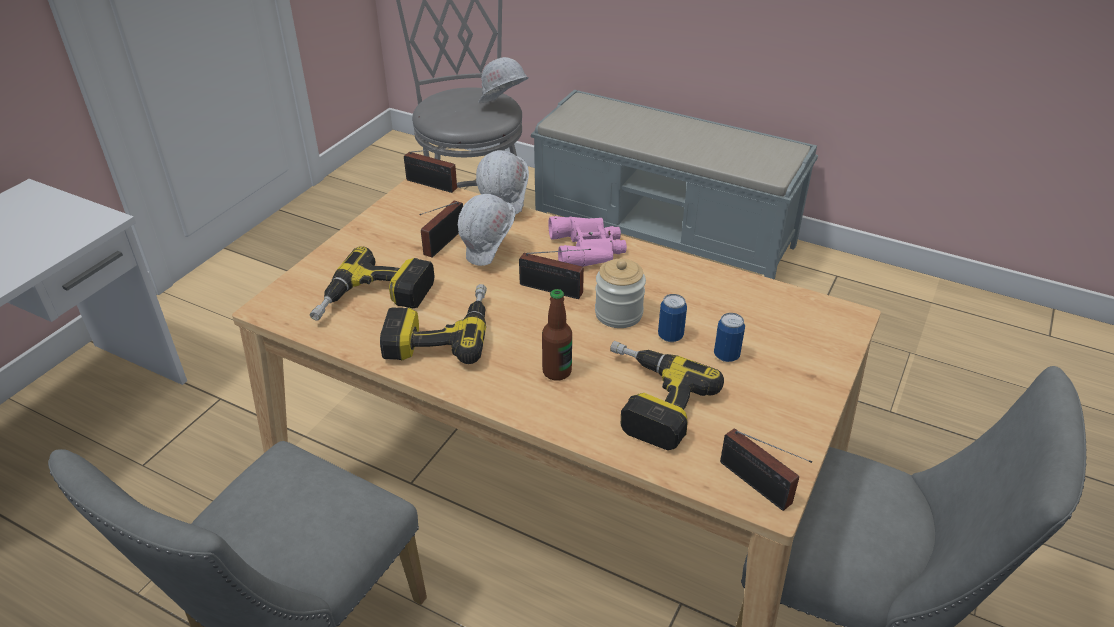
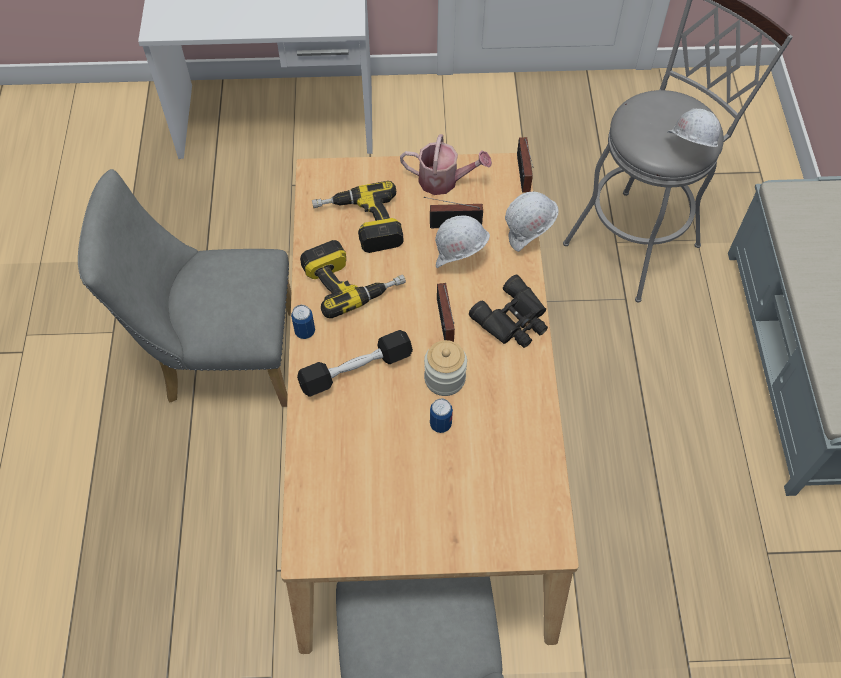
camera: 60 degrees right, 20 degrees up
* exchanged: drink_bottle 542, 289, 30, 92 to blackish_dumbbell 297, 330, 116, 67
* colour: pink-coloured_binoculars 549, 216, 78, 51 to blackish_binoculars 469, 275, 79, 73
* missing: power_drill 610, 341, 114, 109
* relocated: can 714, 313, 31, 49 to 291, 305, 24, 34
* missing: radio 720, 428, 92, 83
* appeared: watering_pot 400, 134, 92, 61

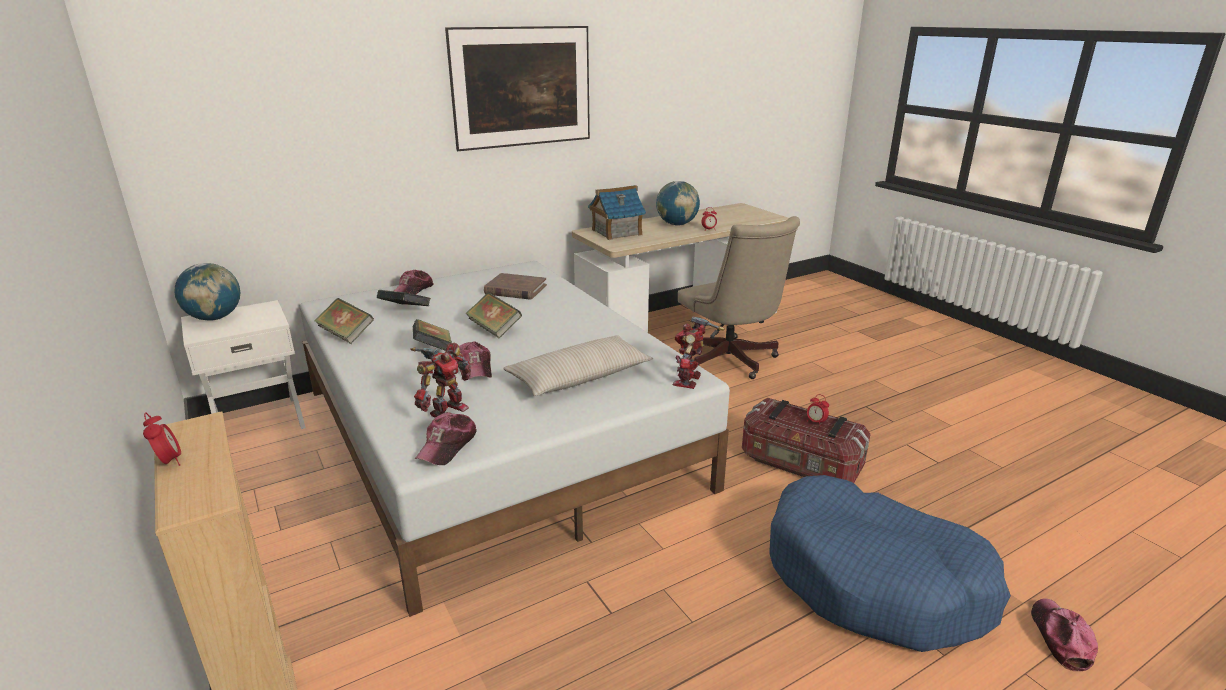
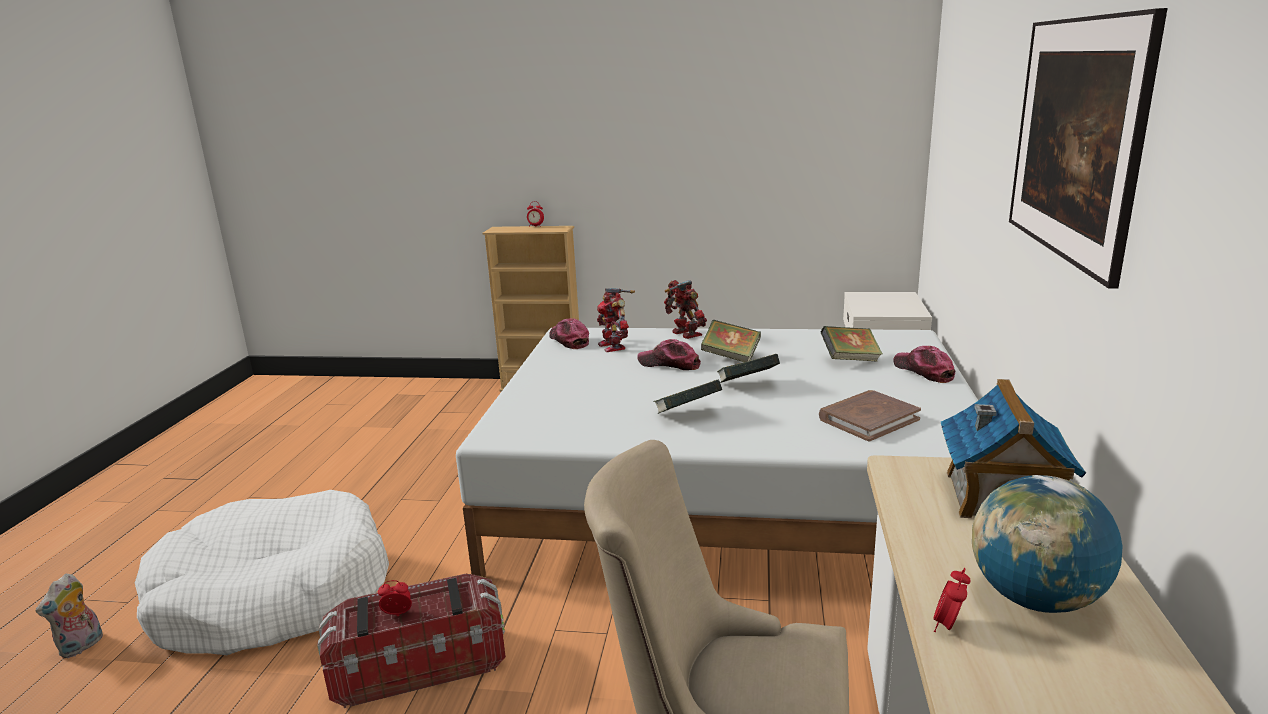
camera: 130 degrees right, 5 degrees down
* missing: world_globe 174, 263, 66, 58
* relocated: bound_book 314, 298, 60, 46 to 653, 379, 69, 35
* missing: sand-coloured_pillow 503, 335, 150, 61
* relocated: model_robot 673, 316, 52, 73 to 664, 280, 43, 59
* colour: blue-coloured_pet_bed 769, 475, 242, 177 to white-coloured_pet_bed 135, 490, 254, 165
* exchanged: peaked_cap 1031, 598, 67, 73 to cuddly_toy 36, 574, 67, 84

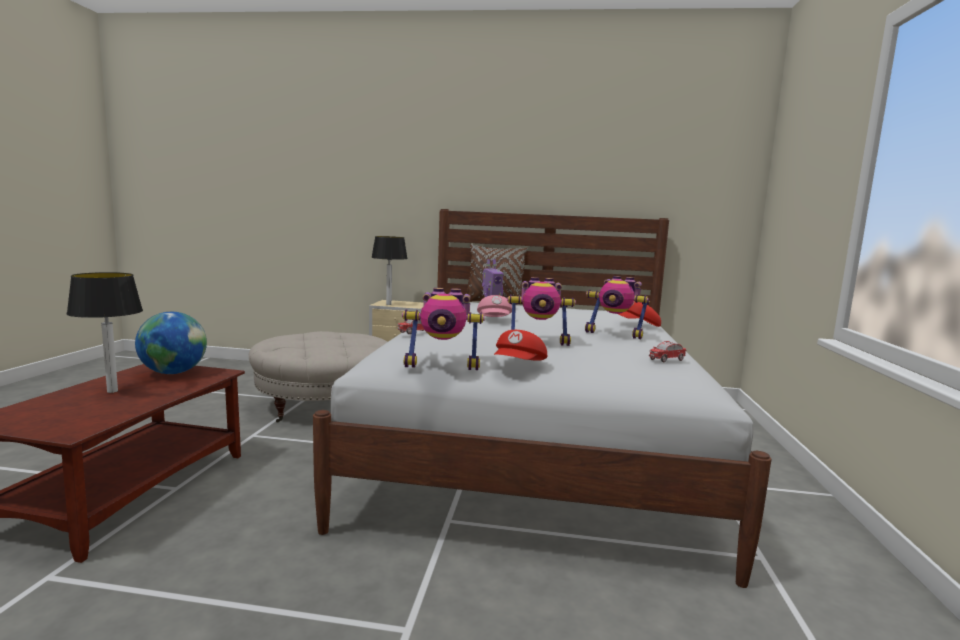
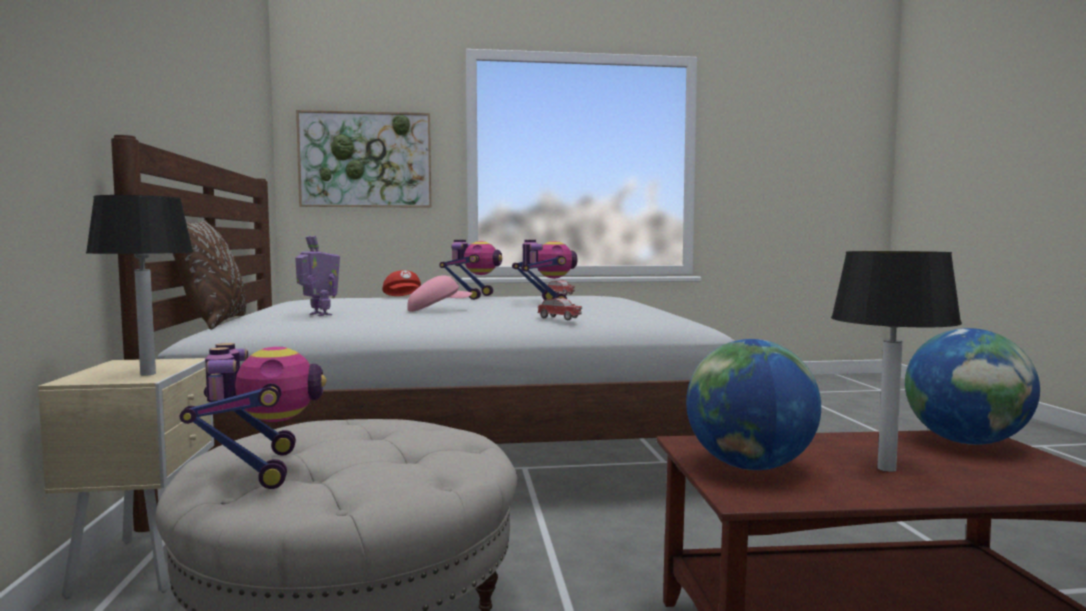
camera: 105 degrees left, 5 degrees down
* relocated: model_robot 402, 288, 83, 82 to 179, 343, 147, 146
* missing: red-coloured_peaked_cap 494, 330, 53, 31
* appeared: wall_art 296, 110, 135, 98
* appeared: world_globe 905, 328, 135, 117

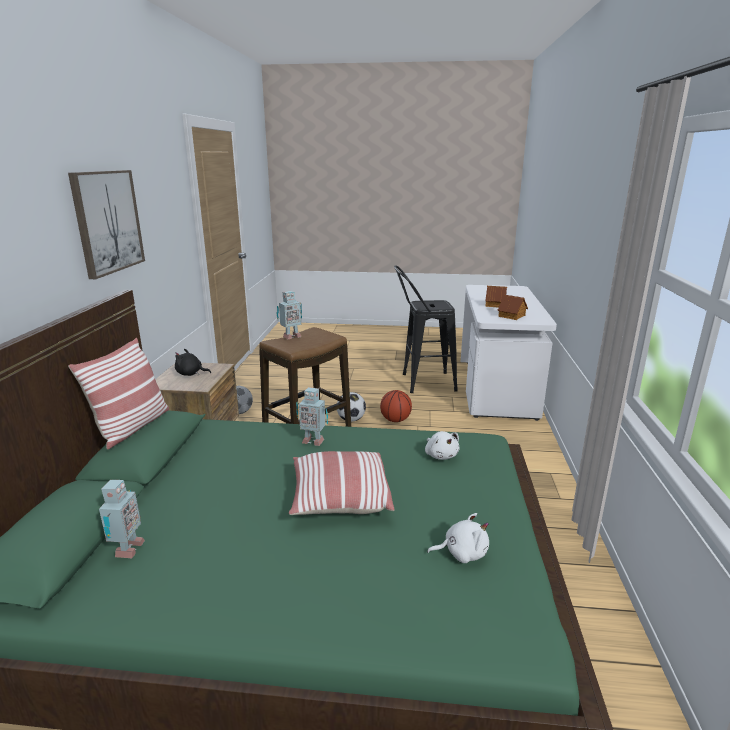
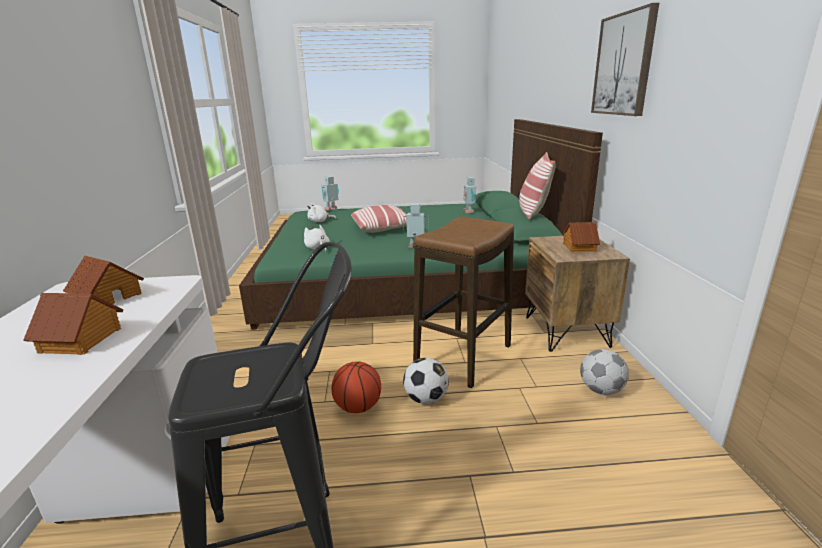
camera: 170 degrees right, 0 degrees up
* exchanged: blackish_cuddly_toy 175, 349, 36, 27 to model_house 562, 222, 38, 30
* relocated: model_robot 276, 291, 26, 48 to 322, 176, 17, 34

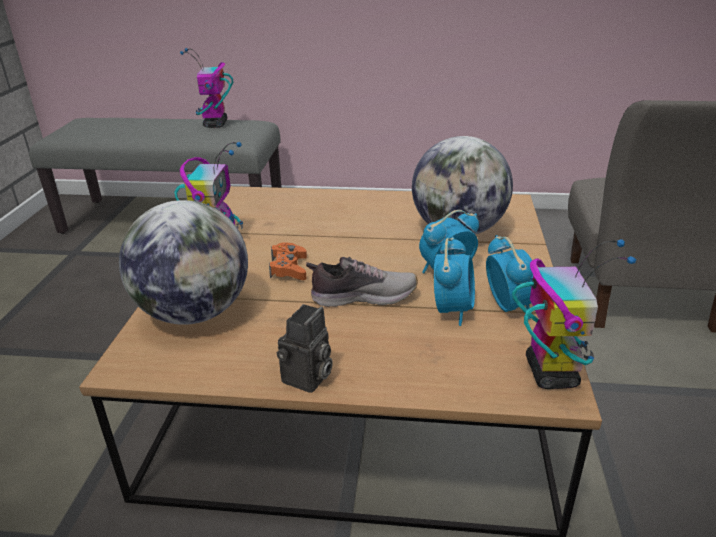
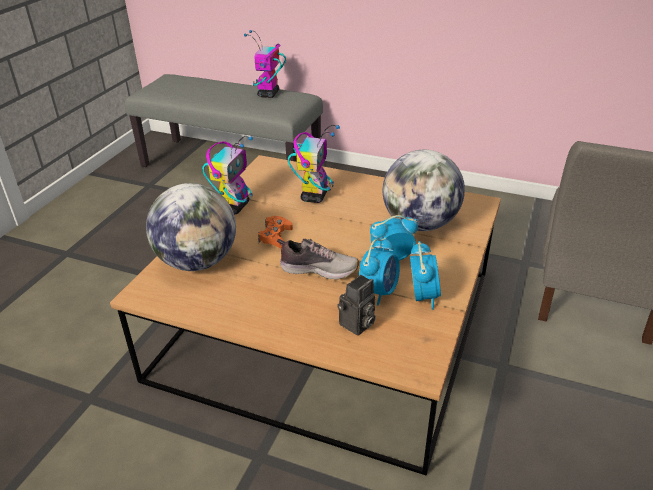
camera: 15 degrees right, 5 degrees up
* relocated: still_camera 277, 304, 56, 89 to 337, 275, 39, 60
* relocated: model_robot 512, 239, 124, 150 to 288, 125, 52, 78

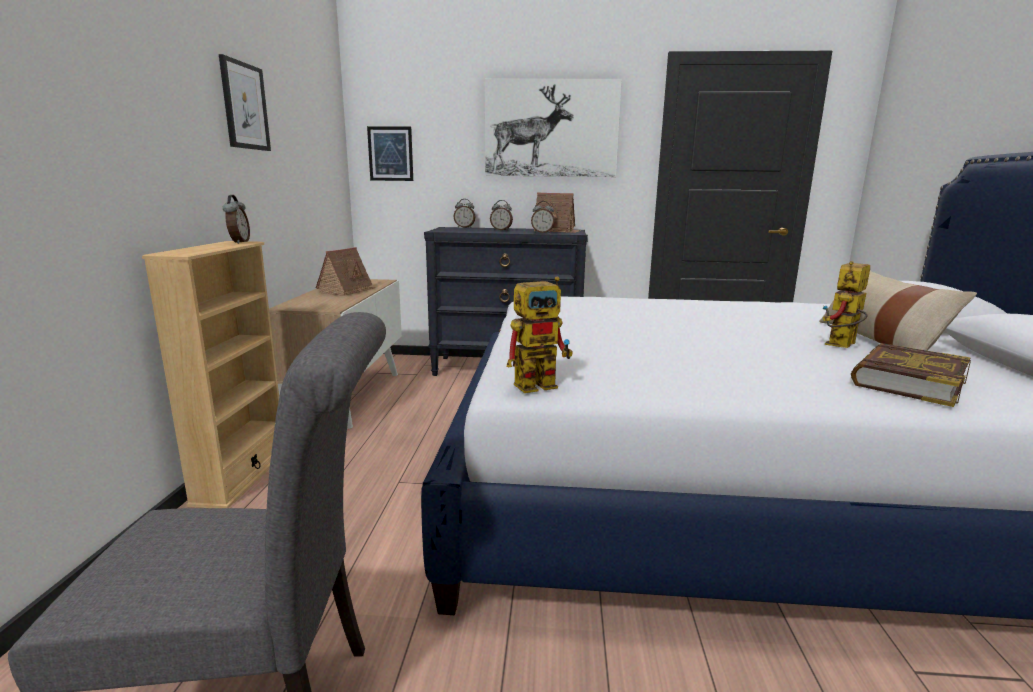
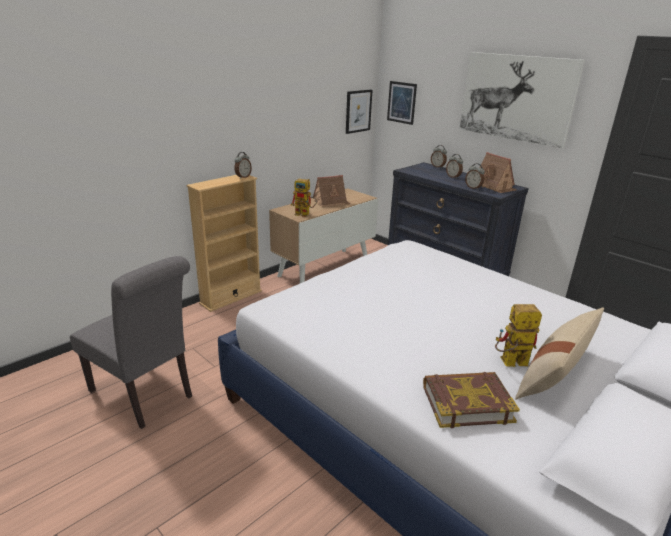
camera: 40 degrees right, 10 degrees up
* relocated: wall_art 219, 54, 52, 97 to 346, 89, 26, 45
* relocated: model_robot 507, 277, 66, 116 to 291, 179, 26, 38

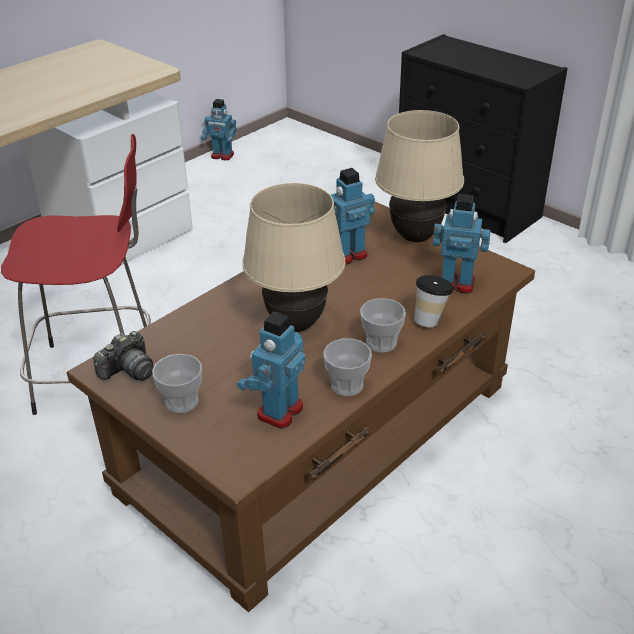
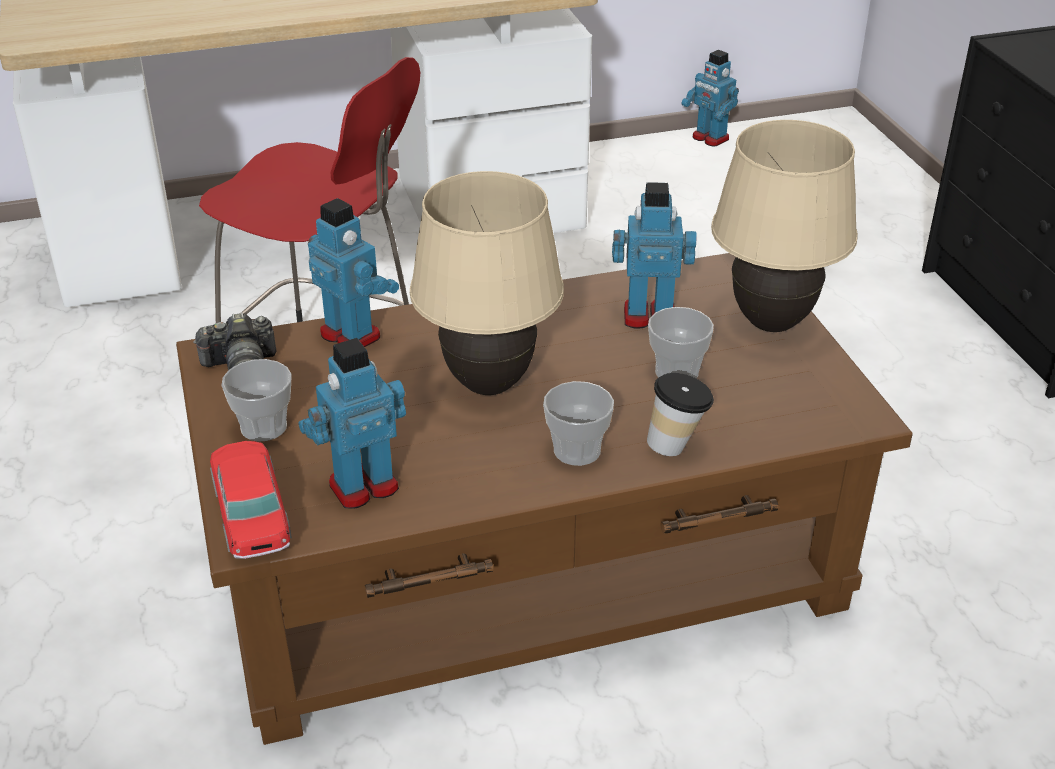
camera: 30 degrees right, 0 degrees up
* relocated: small_cup 323, 338, 49, 58 to 648, 307, 66, 71
* relocated: model_robot 433, 194, 58, 100 to 308, 198, 91, 149
* appeared: toy_car 210, 441, 82, 118

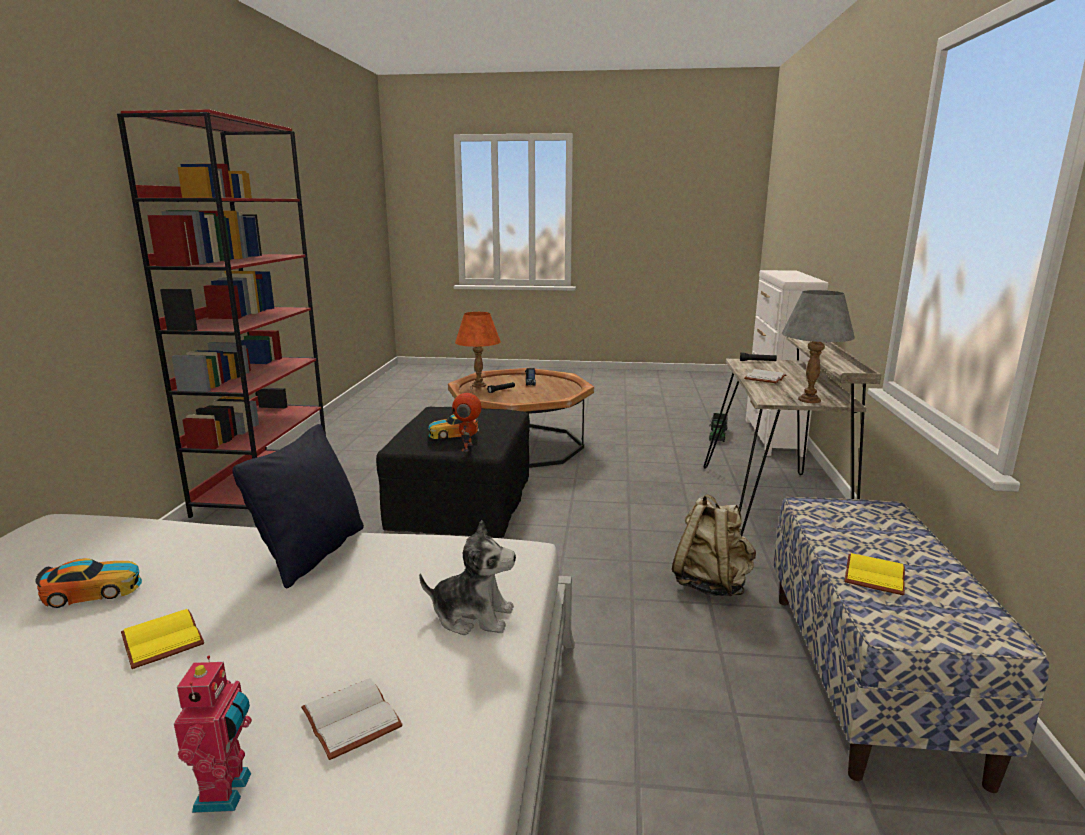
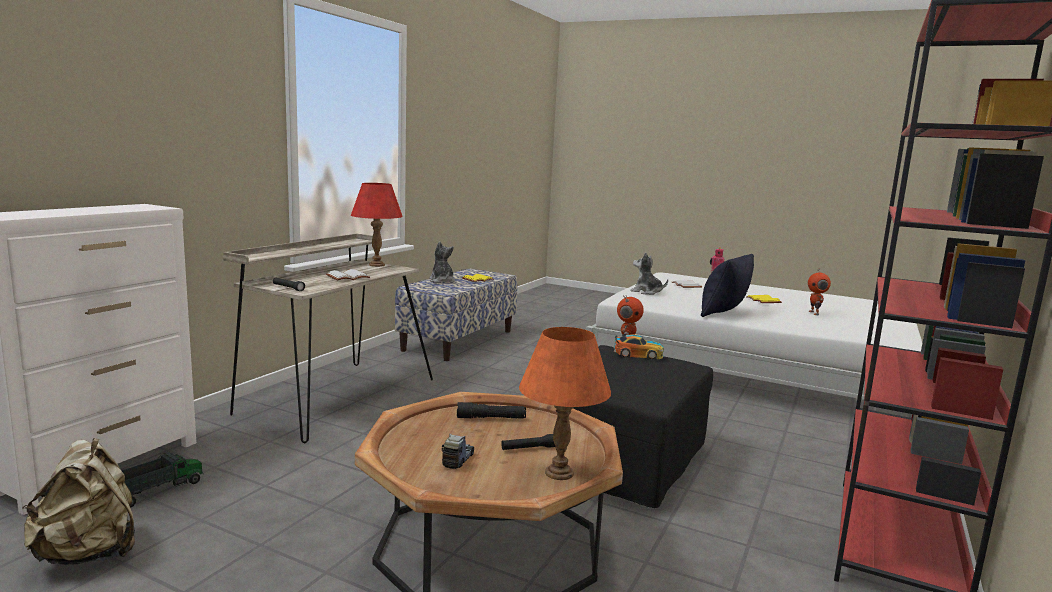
camera: 160 degrees left, 5 degrees down
* exchanged: toy_car 35, 558, 107, 50 to model_robot 808, 268, 23, 47
* relocated: sand-coloured_backpack 672, 494, 84, 102 to 22, 438, 113, 127
* colour: greyish_table_lamp 782, 290, 73, 113 to red-coloured_table_lamp 351, 183, 52, 84
* appeared: cuddly_toy 430, 241, 25, 42
* appeared: blackish_torch 457, 402, 69, 17

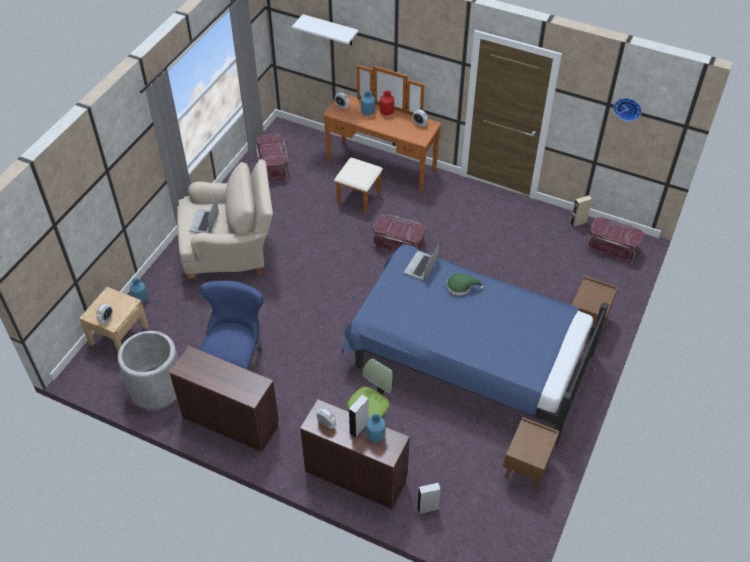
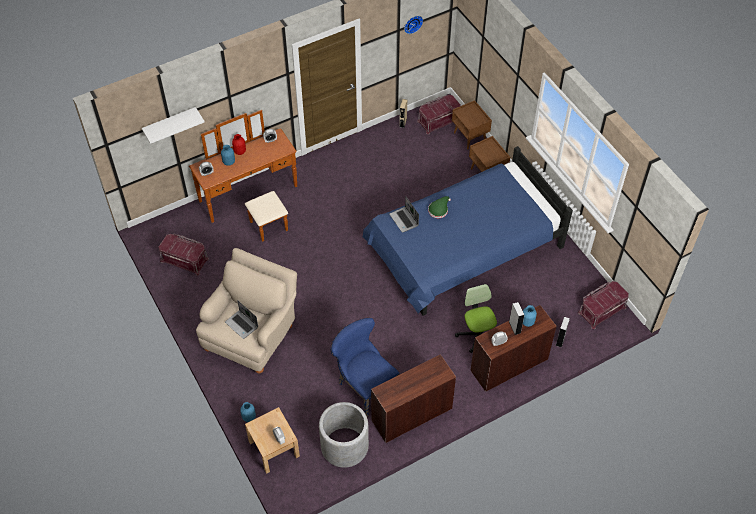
camera: 55 degrees left, 5 degrees up
* relocated: red-coloured_storage_bin 371, 214, 56, 38 to 578, 281, 51, 48
* relocated: brown-coloured_bedside_table 503, 417, 56, 73 to 452, 100, 40, 50

